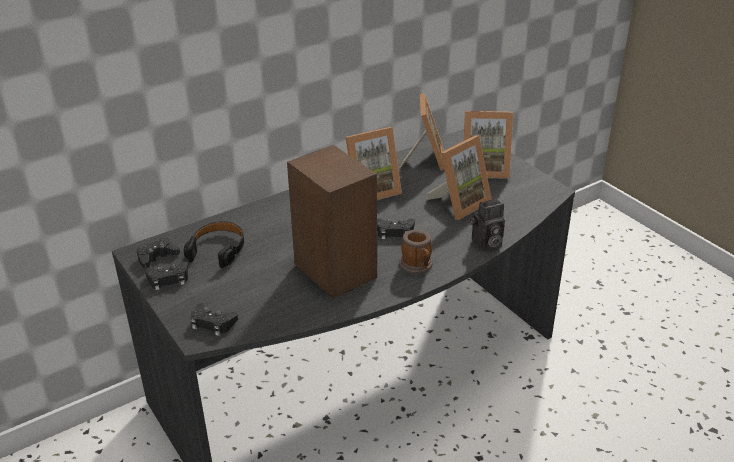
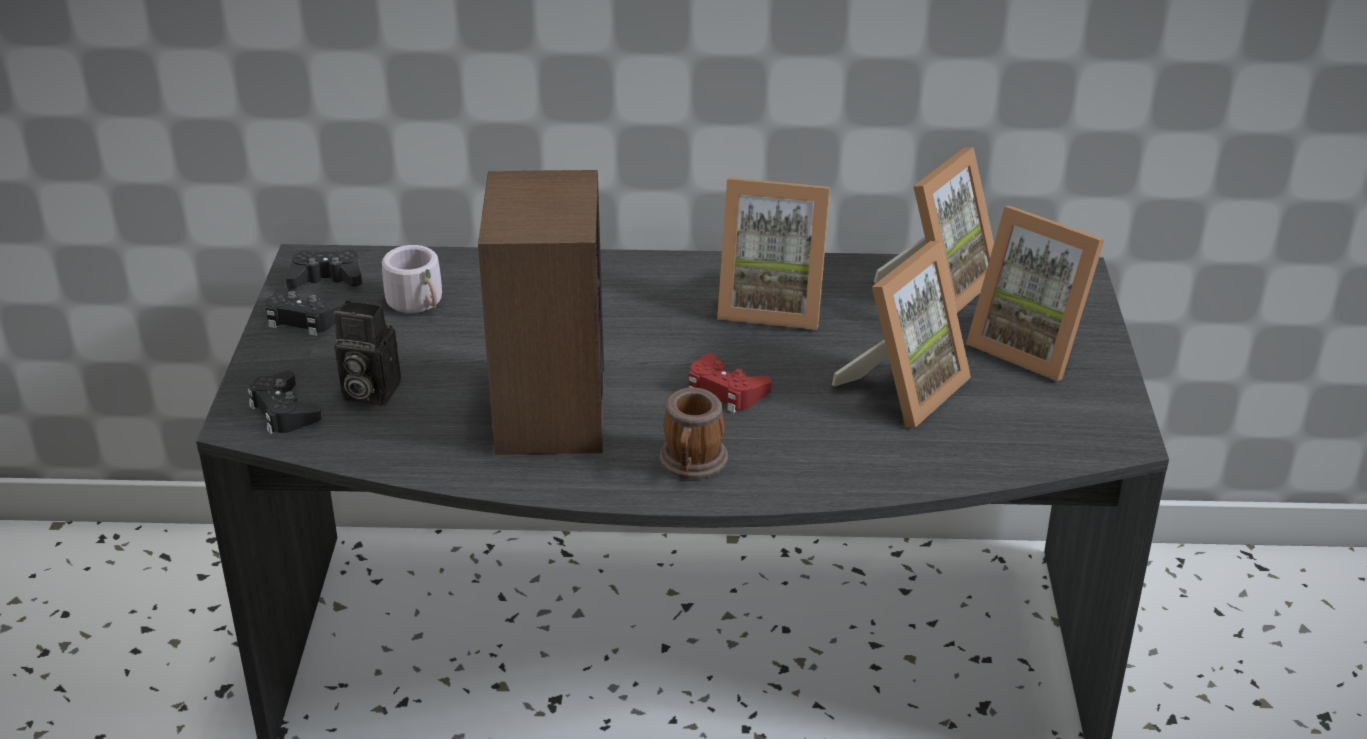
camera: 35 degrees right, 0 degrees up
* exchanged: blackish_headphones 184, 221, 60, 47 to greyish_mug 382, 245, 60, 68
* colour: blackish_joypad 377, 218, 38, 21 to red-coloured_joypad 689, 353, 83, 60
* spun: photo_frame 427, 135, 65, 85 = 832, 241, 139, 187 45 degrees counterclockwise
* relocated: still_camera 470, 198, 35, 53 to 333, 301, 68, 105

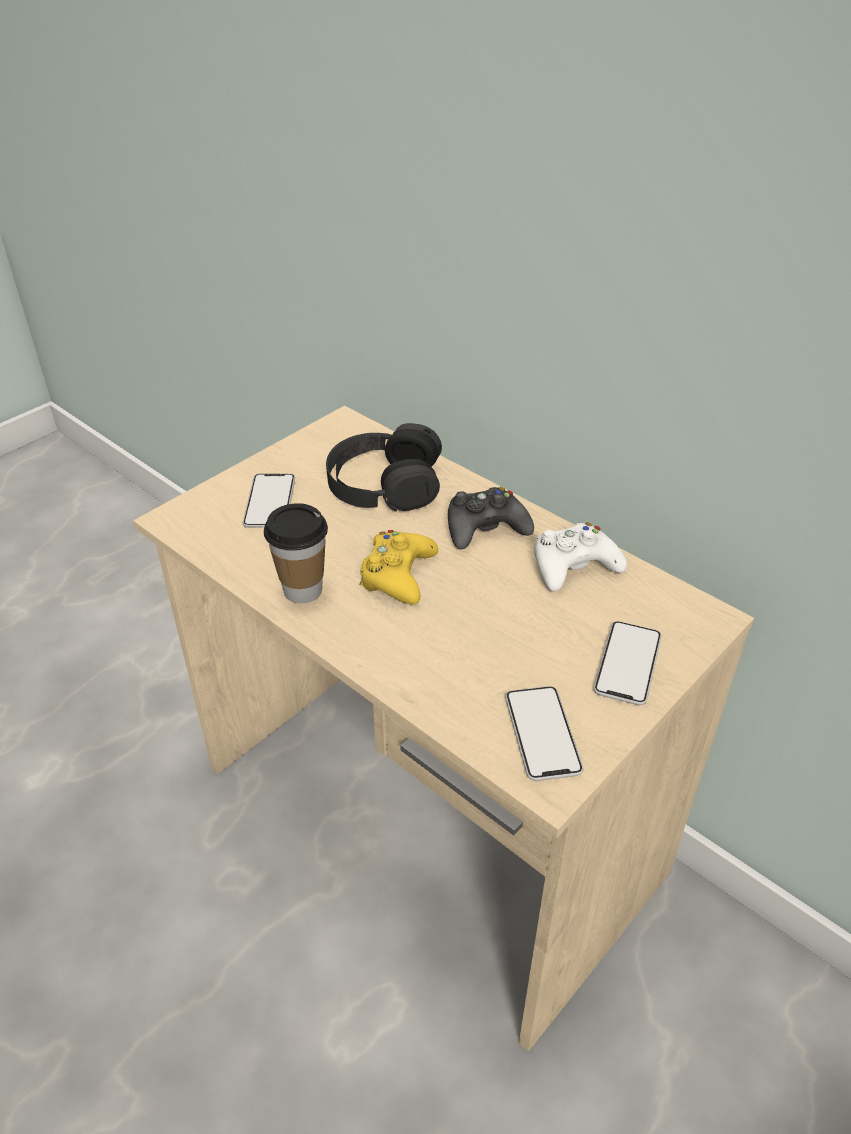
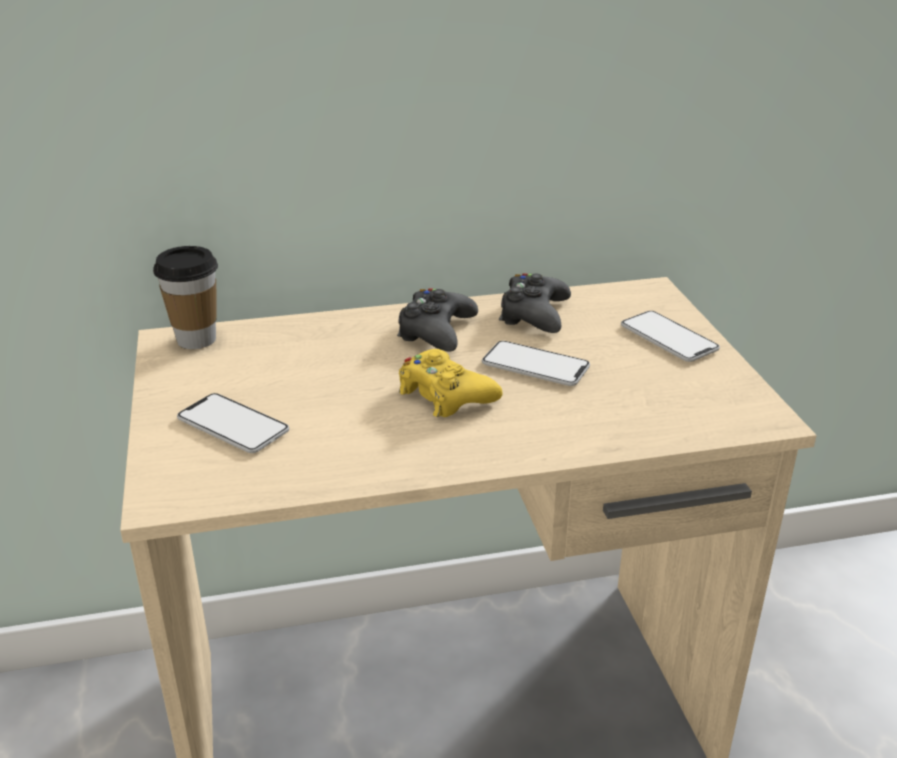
camera: 55 degrees left, 10 degrees down
* relocated: small_cup 264, 503, 64, 101 to 153, 246, 65, 103
* missing: blackish_headphones 326, 423, 116, 89
* relocated: phone 505, 686, 78, 95 to 482, 341, 108, 45
* colour: white-coloured_joypad 534, 522, 93, 70 to blackish_joypad 499, 273, 72, 60

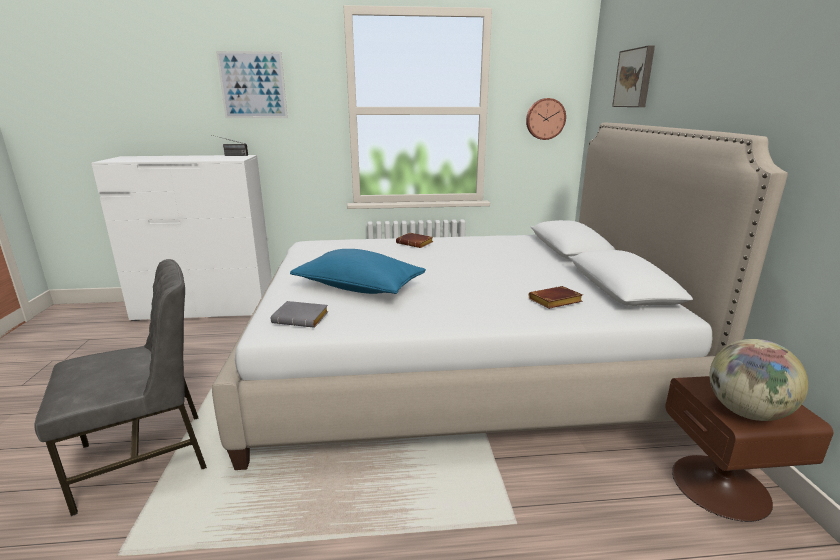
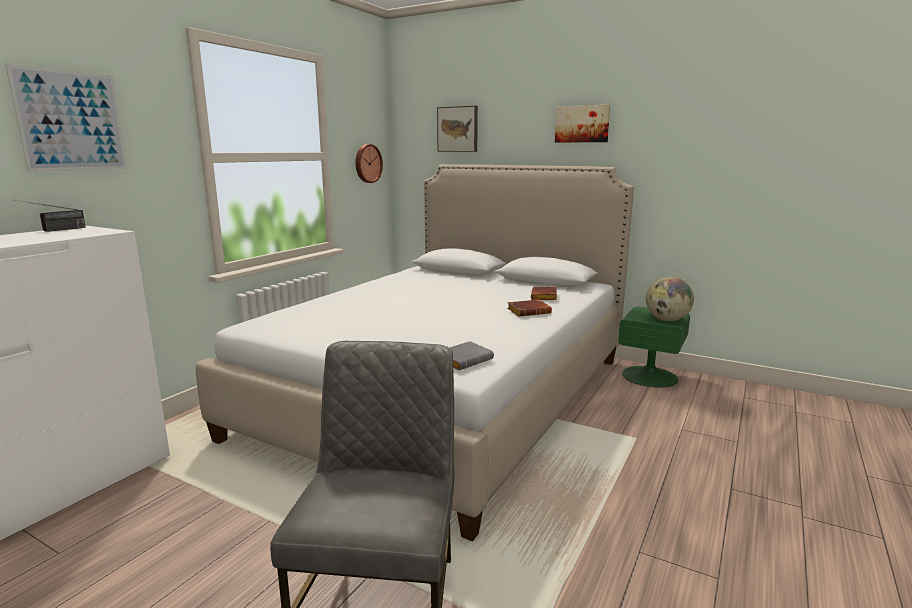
camera: 55 degrees left, 5 degrees down
* missing: blue-coloured_pillow 290, 249, 136, 45
* relocated: brown-coloured_bound_book 396, 232, 37, 16 to 508, 299, 44, 18
* colour: brown-coloured_bedside_table 665, 376, 168, 146 to green-coloured_bedside_table 618, 306, 72, 82
* appeared: wall_art 555, 105, 55, 38

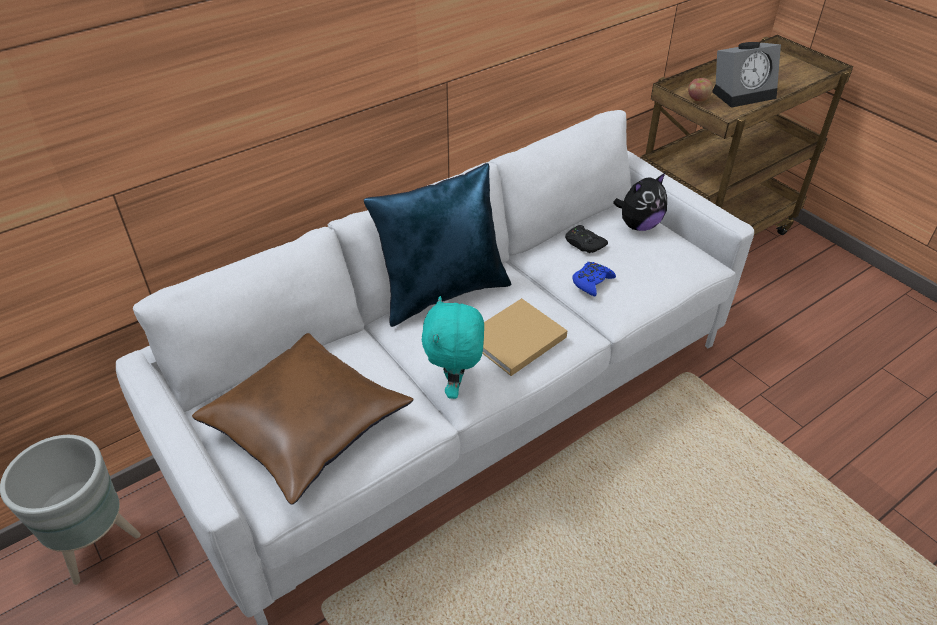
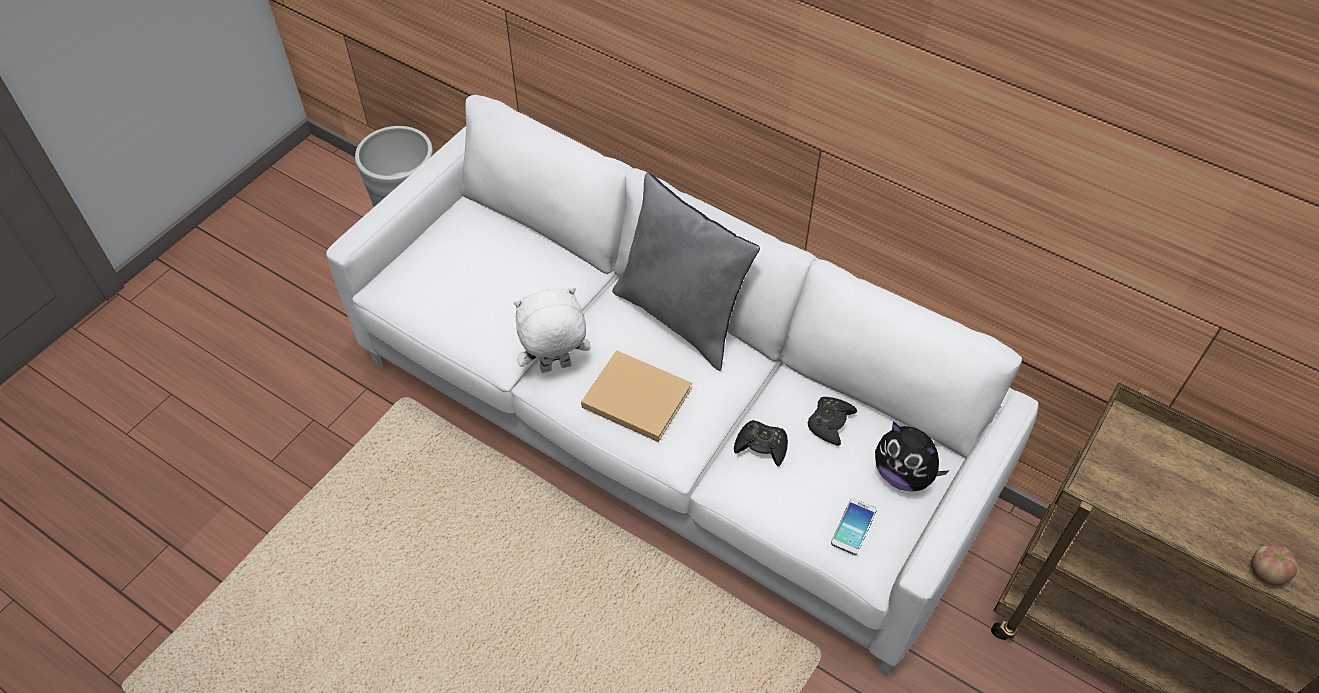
camera: 70 degrees right, 10 degrees up
* missing: brown-coloured_pillow 192, 333, 221, 171
* colour: blue-coloured_pillow 364, 163, 147, 164 to greyish_pillow 612, 173, 148, 198
* colour: blue-green_cuddly_toy 422, 296, 62, 103 to white-coloured_cuddly_toy 513, 287, 78, 86
* colour: blue-coloured_joypad 572, 262, 44, 34 to blackish_joypad 734, 420, 54, 46
* relocated: apple 688, 78, 25, 24 to 1251, 544, 46, 42
* missing: table_clock 712, 42, 69, 66
* appeared: phone 831, 498, 46, 57

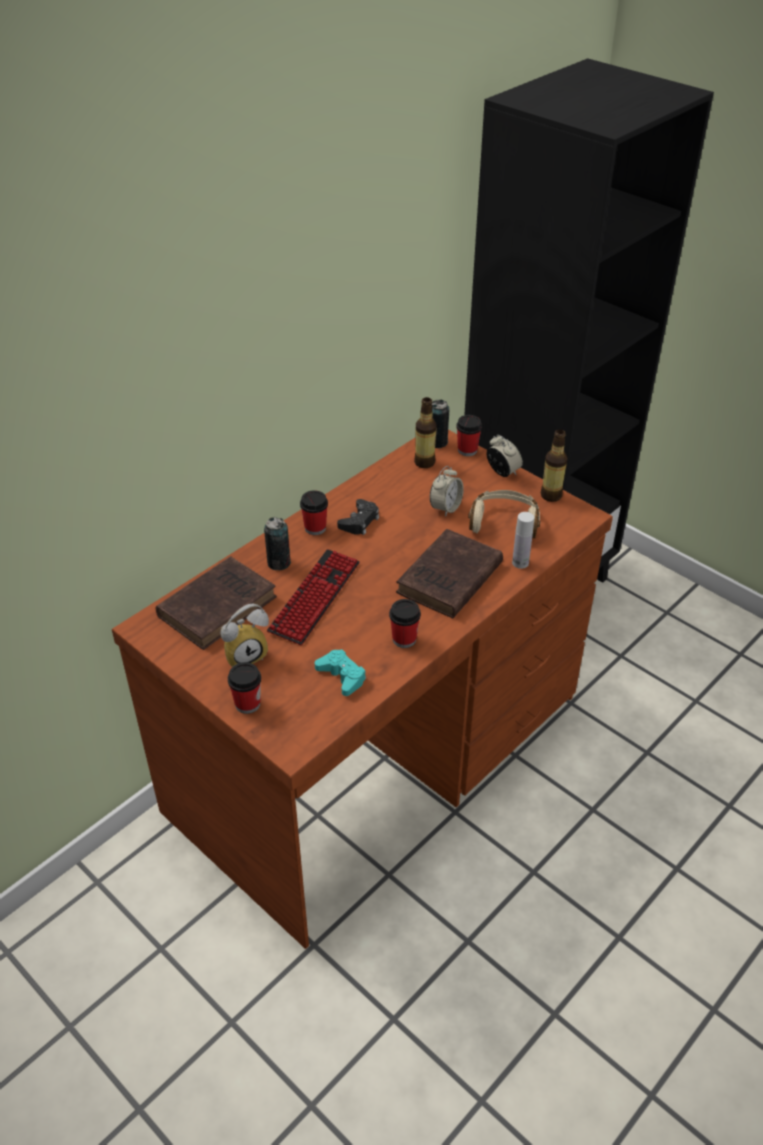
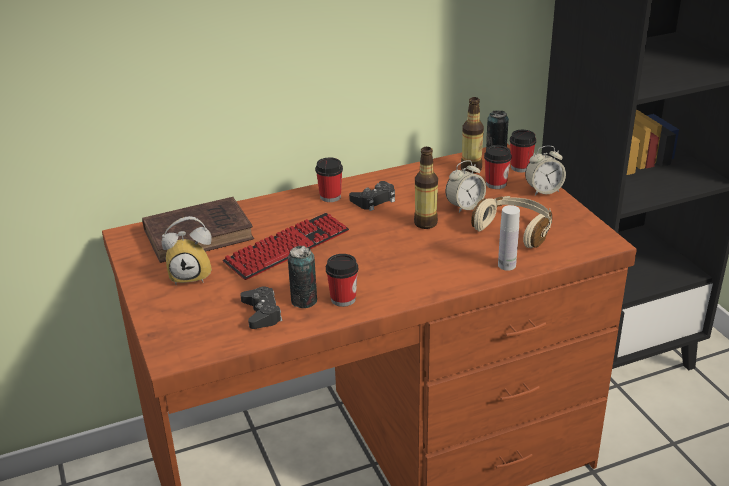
camera: 25 degrees right, 10 degrees down
* relocated: small_cup 228, 662, 33, 52 to 484, 145, 28, 44
* relocated: can 264, 517, 27, 53 to 288, 245, 29, 63
* colour: blue-green_joypad 315, 649, 51, 47 to blackish_joypad 240, 287, 43, 42
* missing: brown-coloured_bound_book 396, 529, 107, 89
* spun: table_clock 487, 435, 36, 42 = 525, 146, 41, 49 90 degrees clockwise
* relocated: drink_bottle 541, 429, 27, 73 to 414, 147, 24, 82

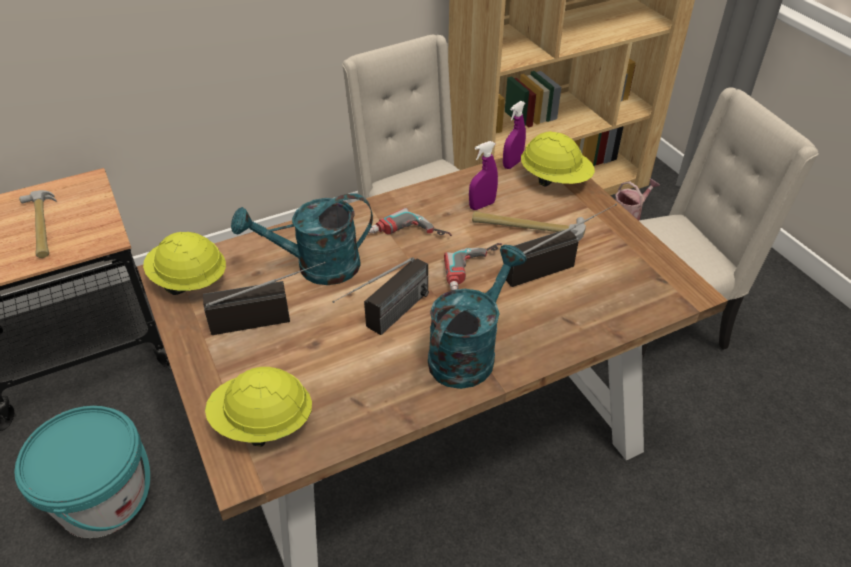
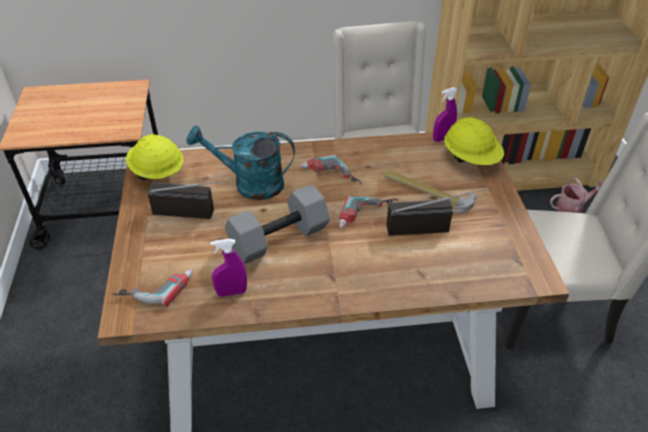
camera: 20 degrees right, 0 degrees up
* missing: blue-green_pail 14, 406, 136, 132
* missing: tool_hammer 19, 190, 38, 68
* exchanged: yellow-coloured_safety_helmet 205, 367, 107, 79 to power_drill 112, 269, 81, 38
* exchanged: radio 332, 257, 97, 78 to greyish_dumbbell 225, 184, 105, 80
* missing: blue-green_watering_pot 428, 245, 99, 144
* relocated: purplish_hand_sprayer 469, 141, 29, 69 to 210, 239, 37, 58

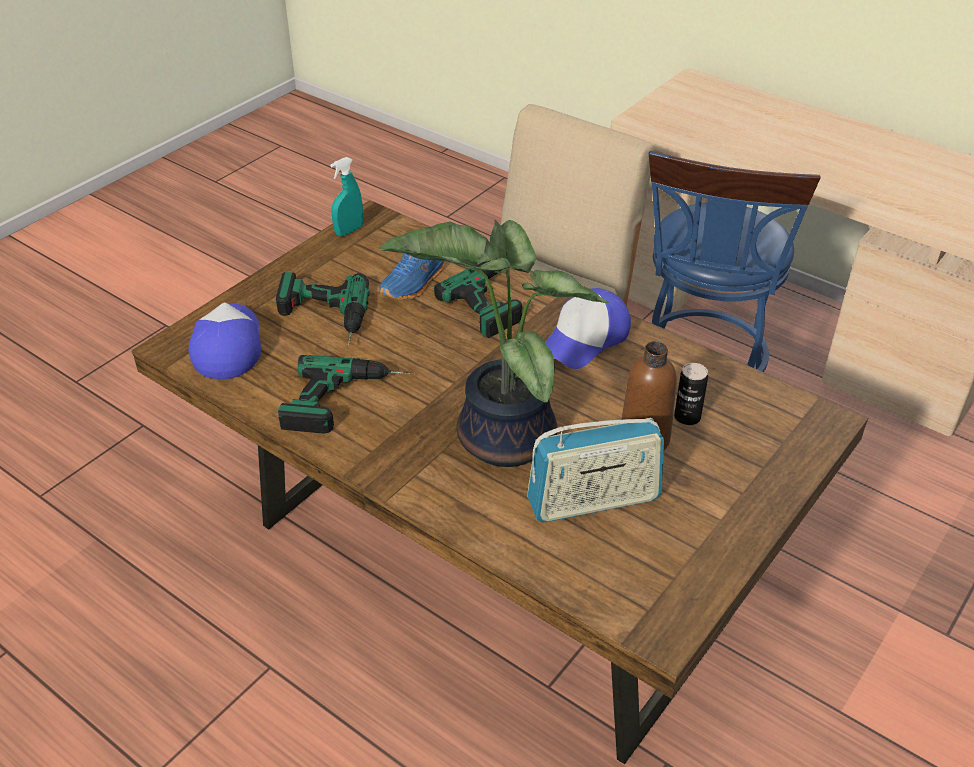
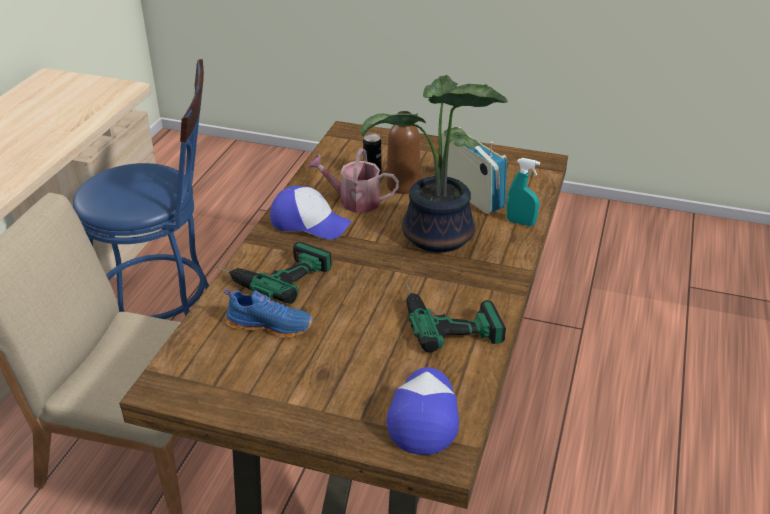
camera: 110 degrees left, 5 degrees down
* spun: peaked_cap 188, 302, 73, 77 = 387, 367, 72, 88 120 degrees clockwise
* missing: power_drill 276, 272, 94, 73
* relocated: blue-green_hand_sprayer 330, 157, 33, 79 to 507, 158, 33, 68
* appeared: watering_pot 307, 148, 92, 65

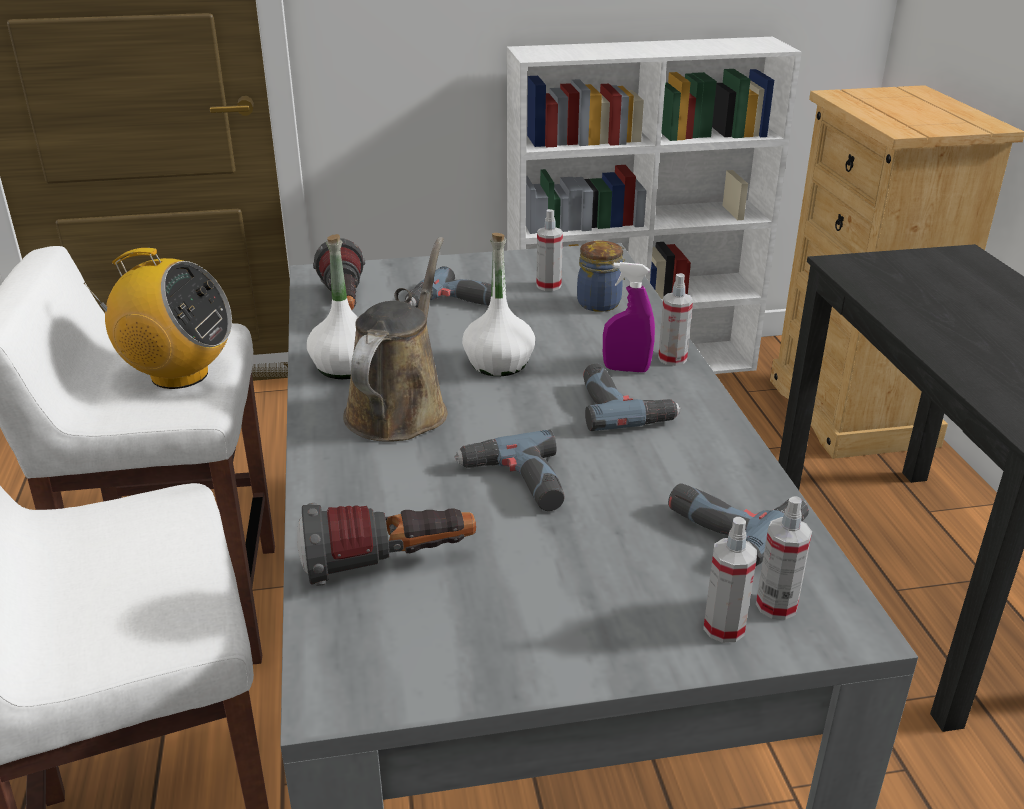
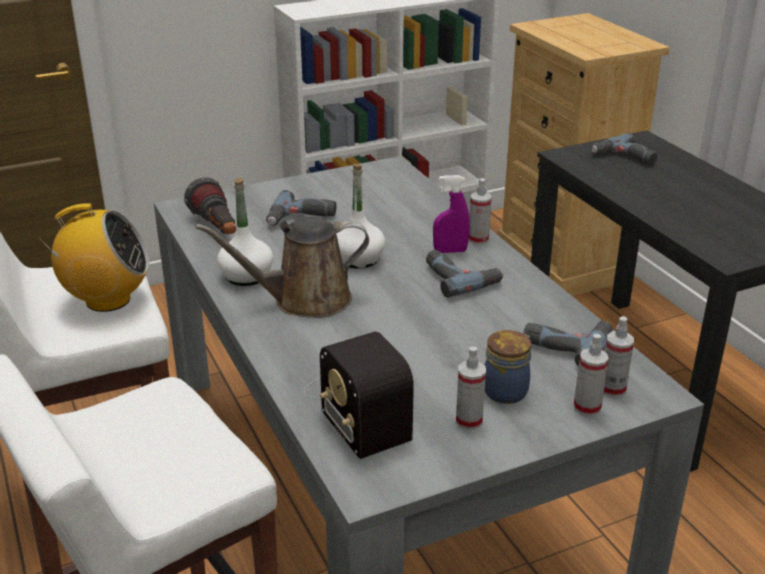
camera: 15 degrees left, 0 degrees up
* exchanged: torch 297, 503, 179, 83 to radio 304, 331, 110, 128
* spun: brown-coloured_watering_pot 343, 237, 105, 205 = 195, 217, 174, 101 105 degrees counterclockwise
* relocated: power_drill 454, 430, 111, 81 to 591, 133, 66, 32
* relocated: hand_sprayer 536, 209, 27, 82 to 456, 346, 30, 84
* relocated: preserve_jar 577, 241, 49, 71 to 484, 330, 47, 74

